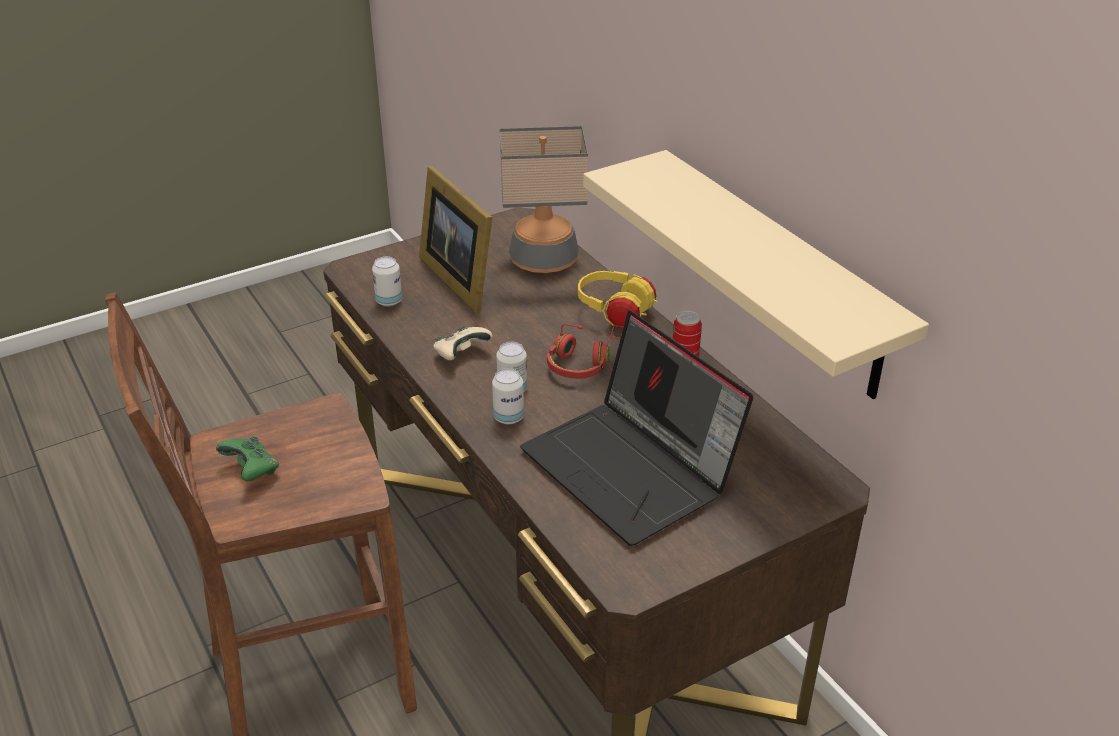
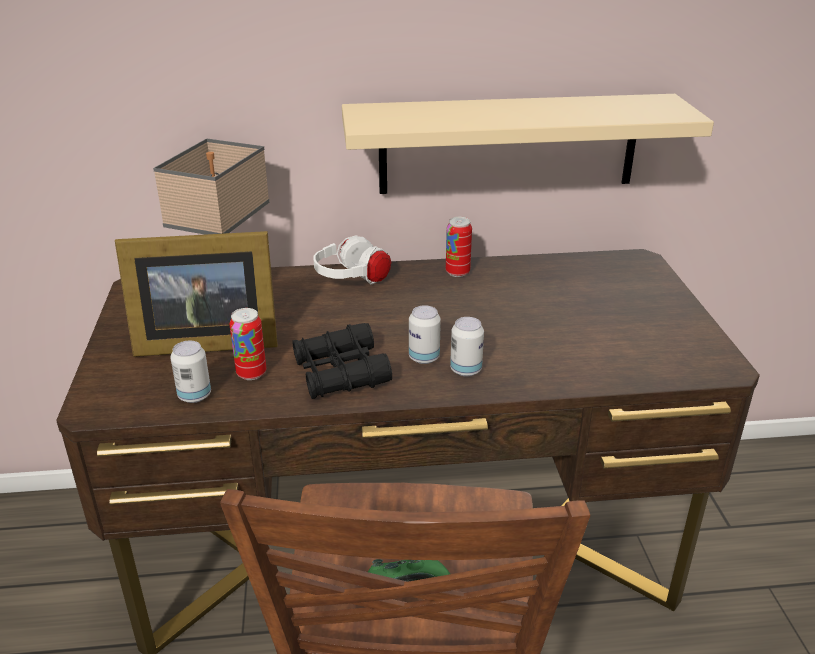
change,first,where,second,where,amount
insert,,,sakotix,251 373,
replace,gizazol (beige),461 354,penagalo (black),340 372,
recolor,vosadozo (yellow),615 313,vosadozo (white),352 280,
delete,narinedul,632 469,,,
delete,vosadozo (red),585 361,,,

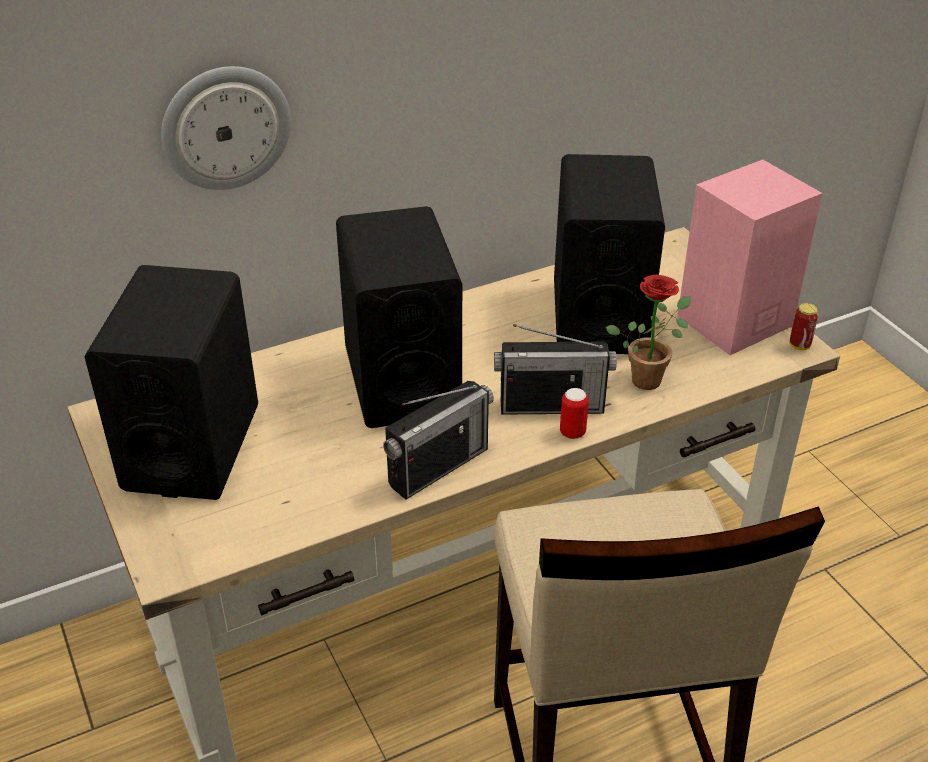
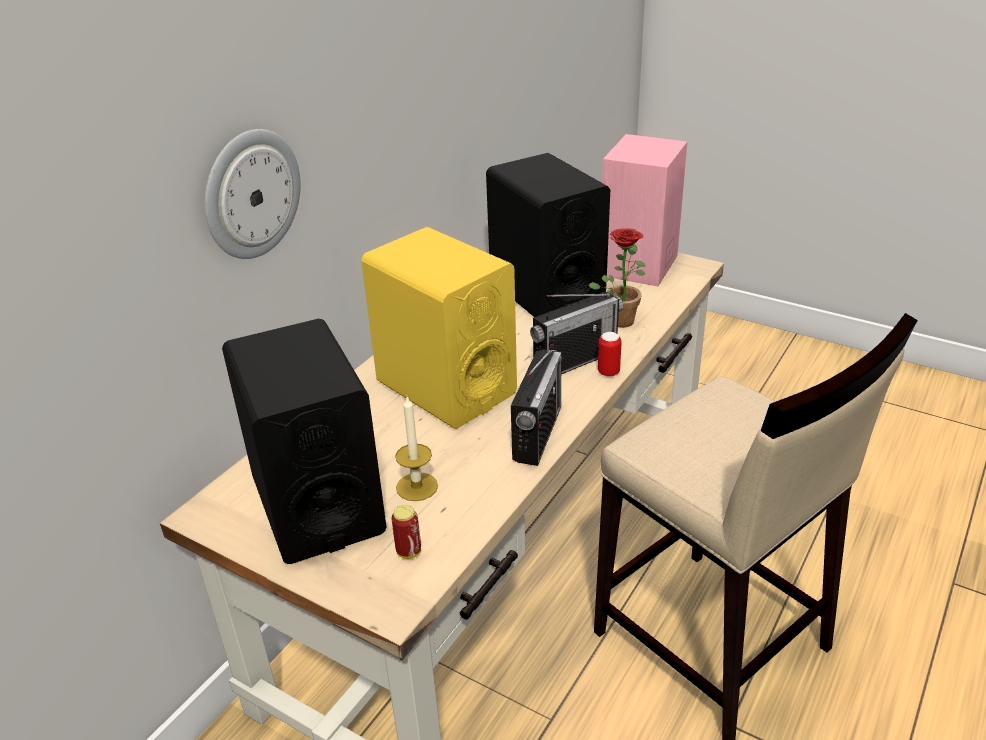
change,first,where,second,where,amount
recolor,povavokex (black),401 380,povavokex (yellow),445 387,
move,sakotix,799 345,,408 552,
insert,,,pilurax,417 486,

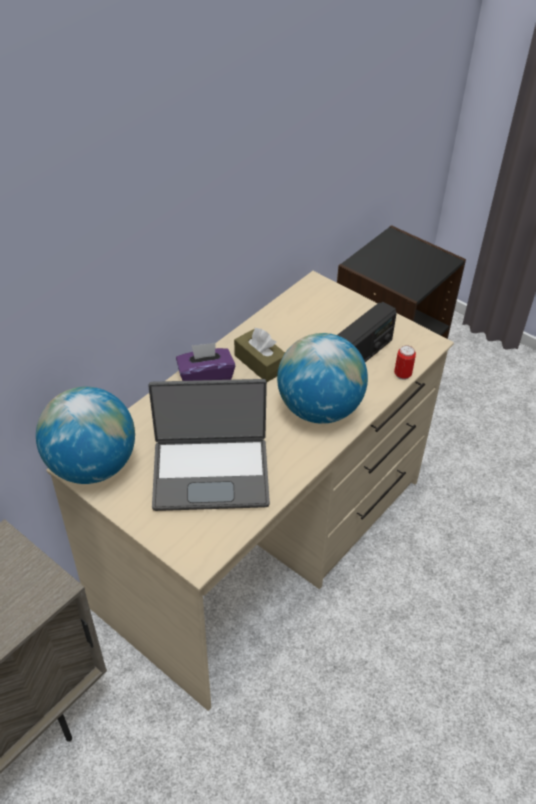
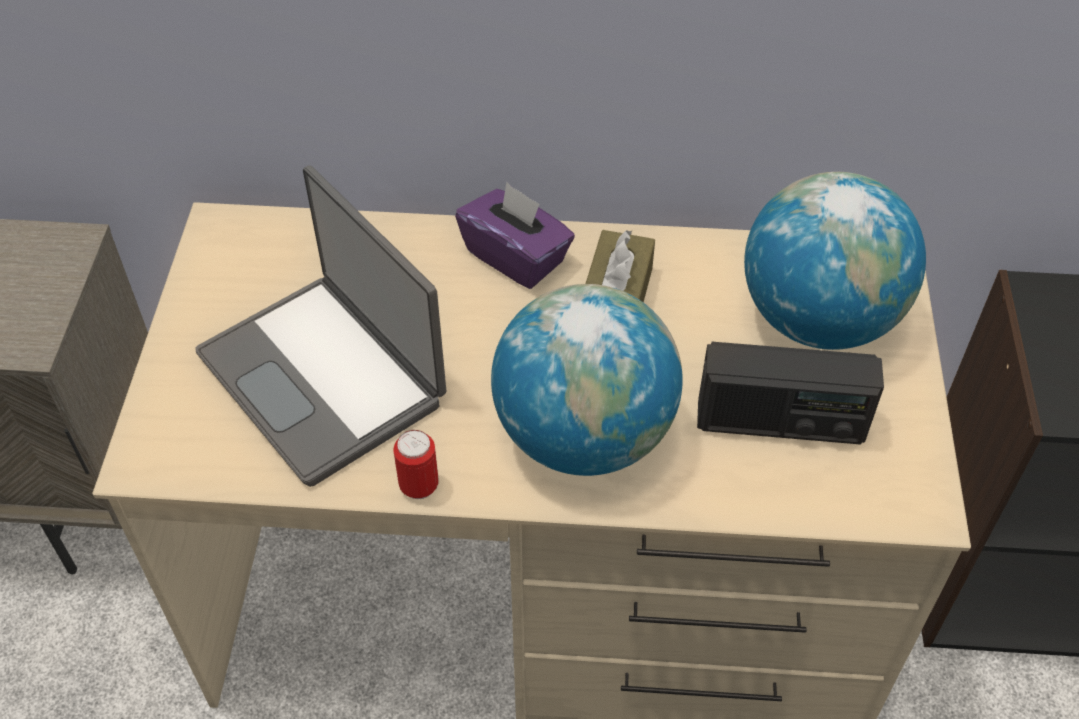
change,first,where,second,where,amount
move,sakotix,402 375,,419 486,
move,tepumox,92 466,,818 319,

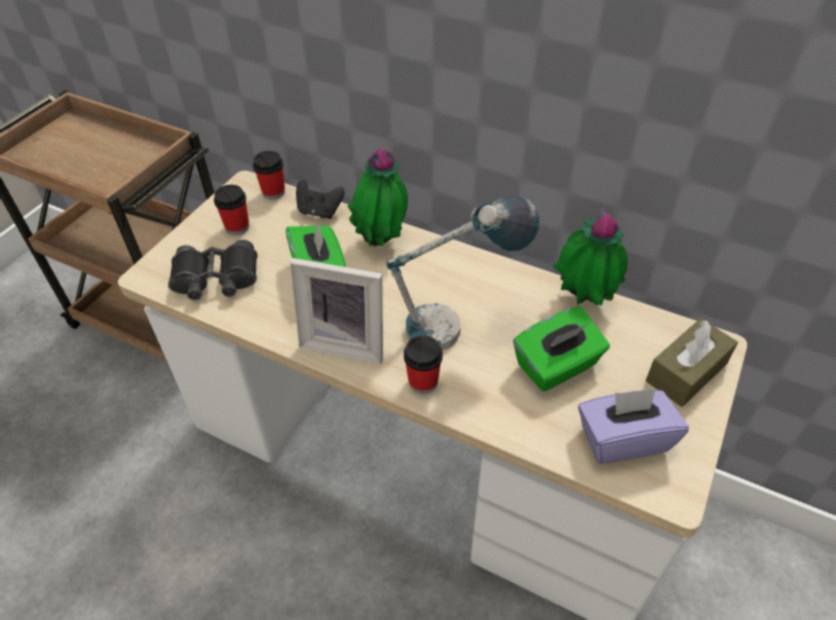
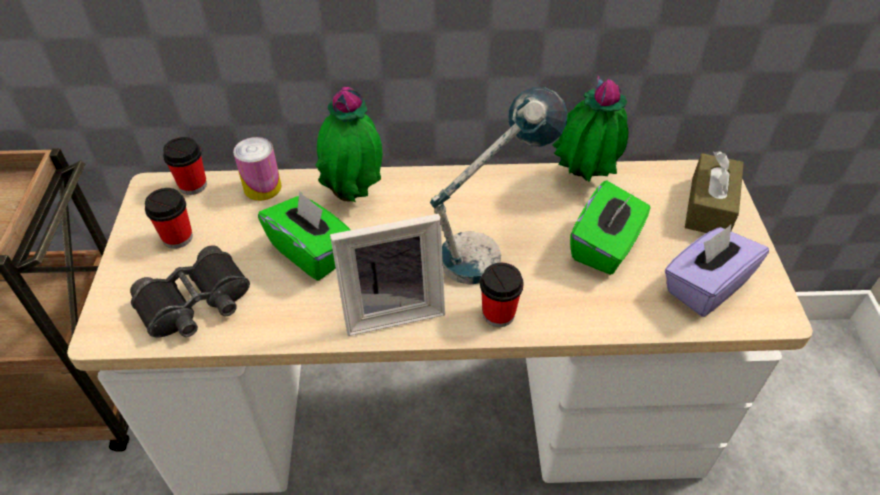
change,first,where,second,where,amount
replace,gizazol (black),319 211,sakotix,262 187,

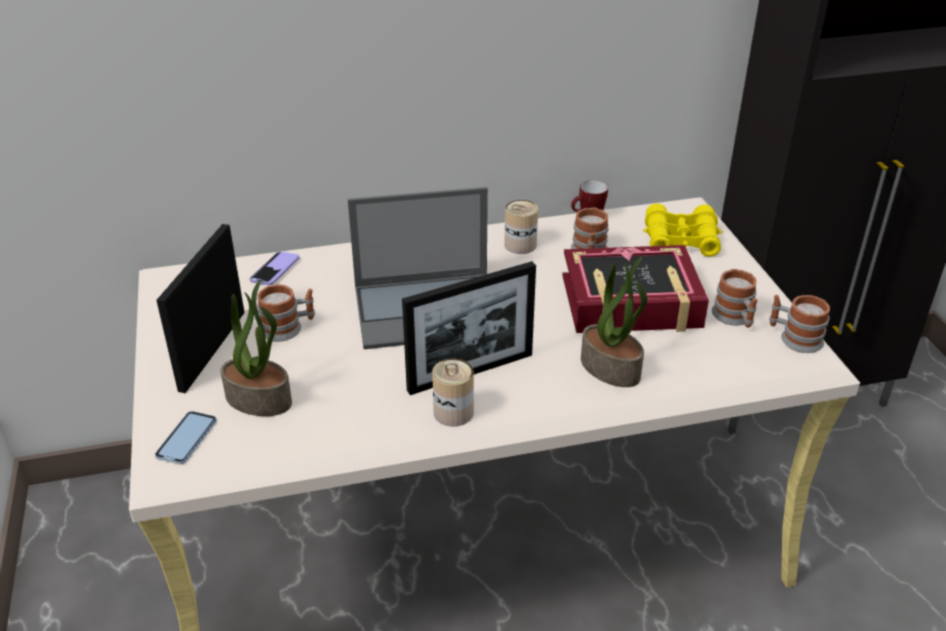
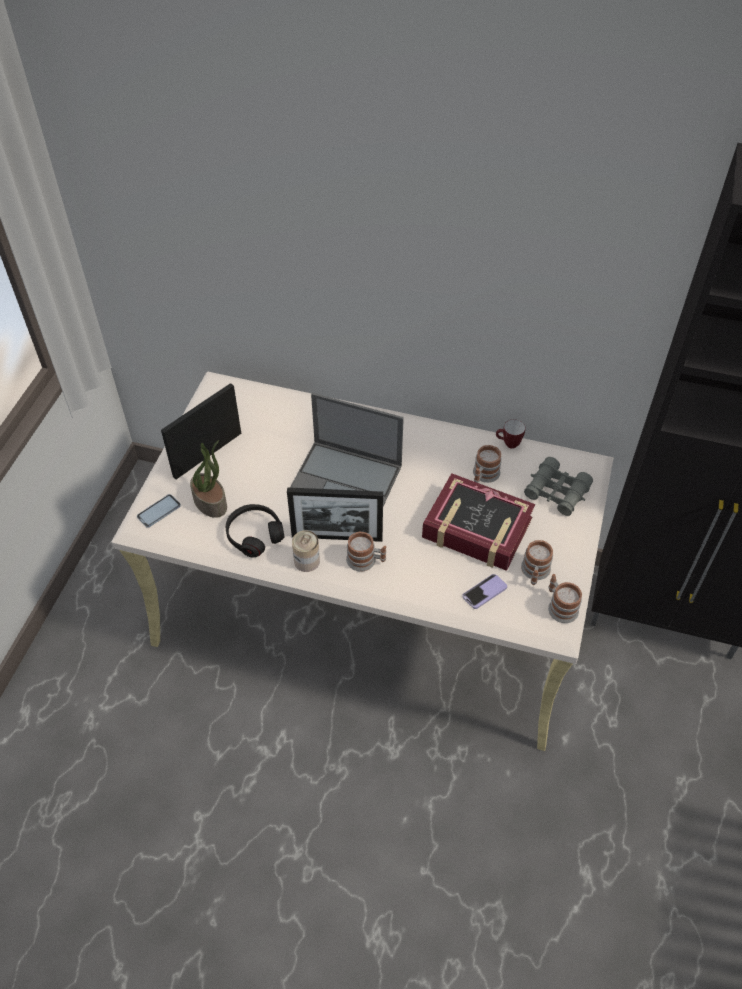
change,first,where,second,where,amount
insert,,,vosadozo (black),254 534,
move,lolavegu,288 328,,366 560,
move,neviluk,275 270,,484 592,
recolor,penagalo (yellow),681 240,penagalo (grey),556 492,
delete,sakotix,520 245,,,
delete,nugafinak,611 368,,,

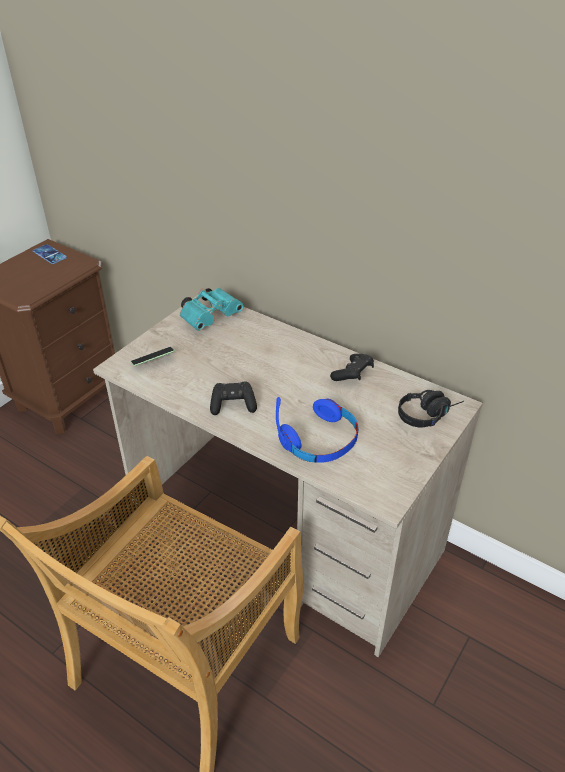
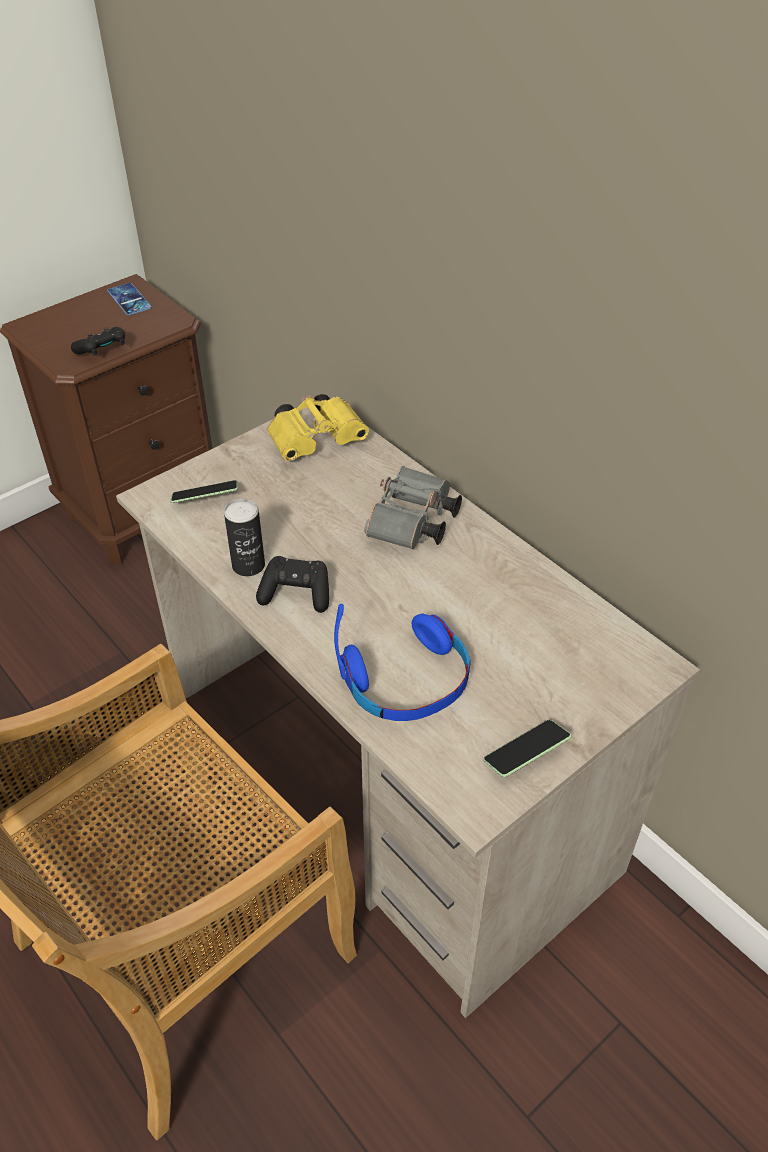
change,first,where,second,where,amount
move,gizazol (black),353 375,,103 351,
insert,,,sakotix,248 565,
recolor,penagalo (turquoise),212 317,penagalo (yellow),319 440,
insert,,,penagalo (grey),412 525,
insert,,,neviluk,526 755,
delete,vosadozo (black),428 414,,,

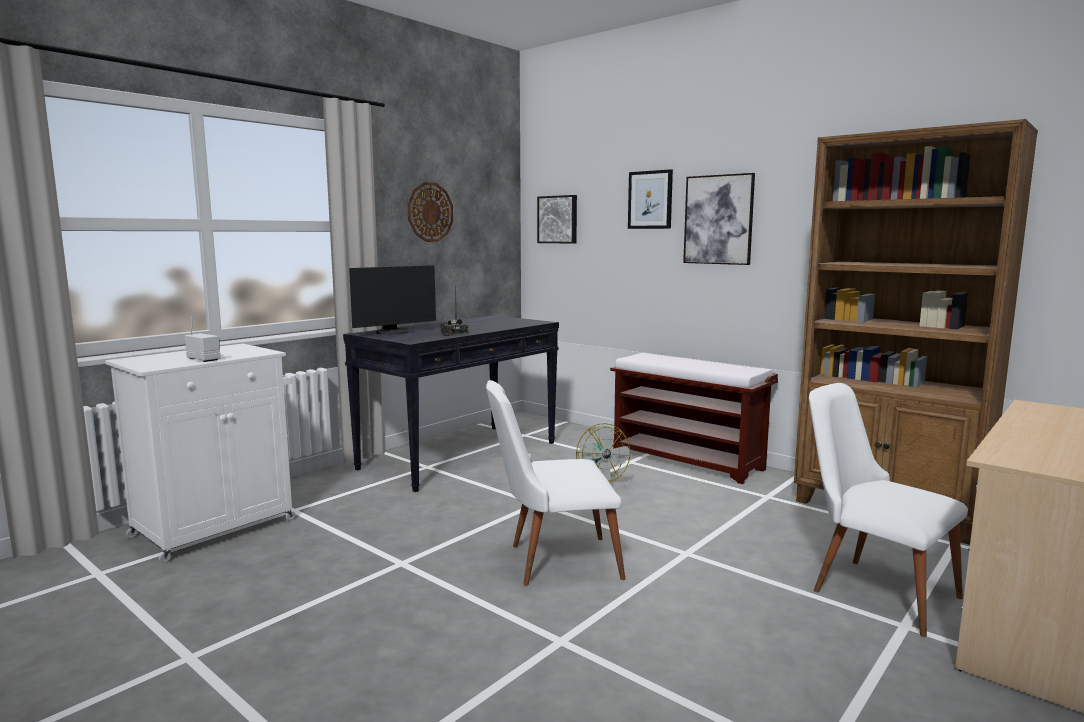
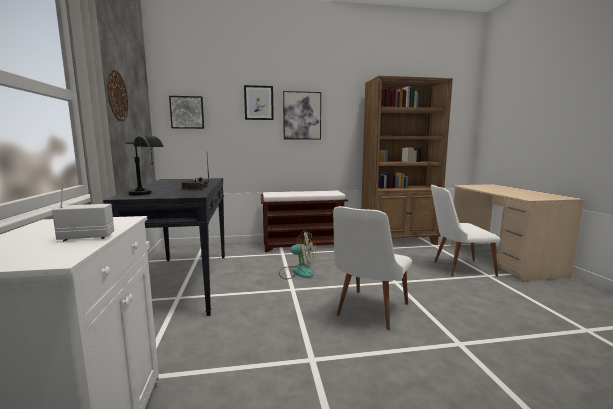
change,first,where,second,where,amount
replace,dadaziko,394 332,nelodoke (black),147 193,

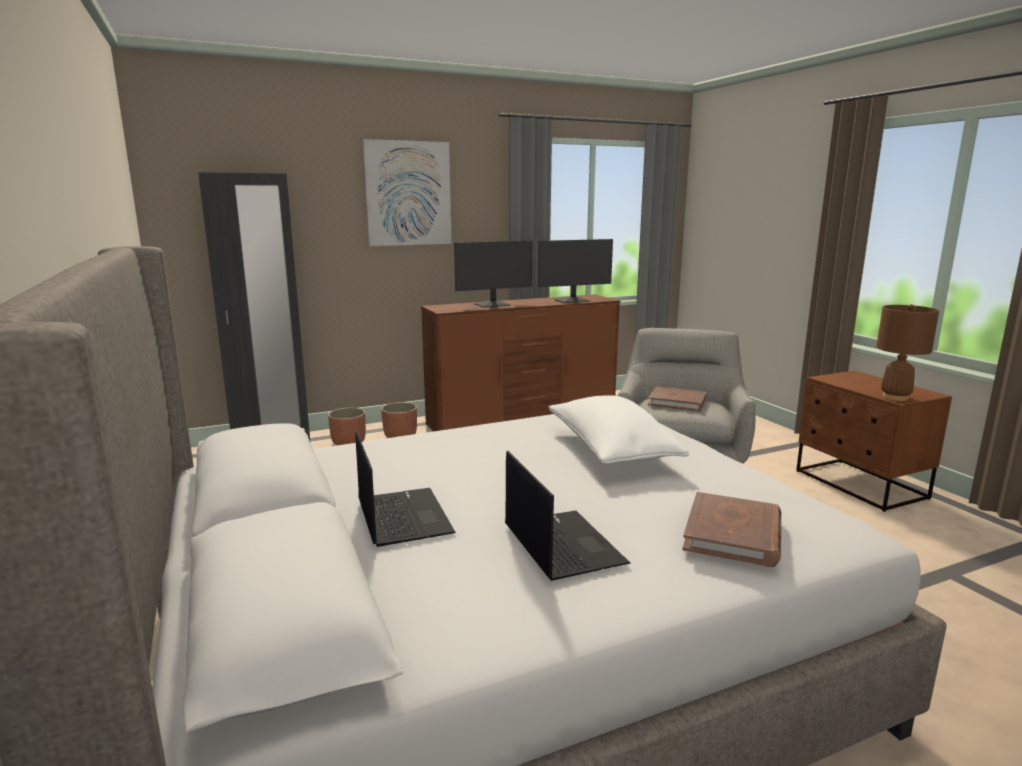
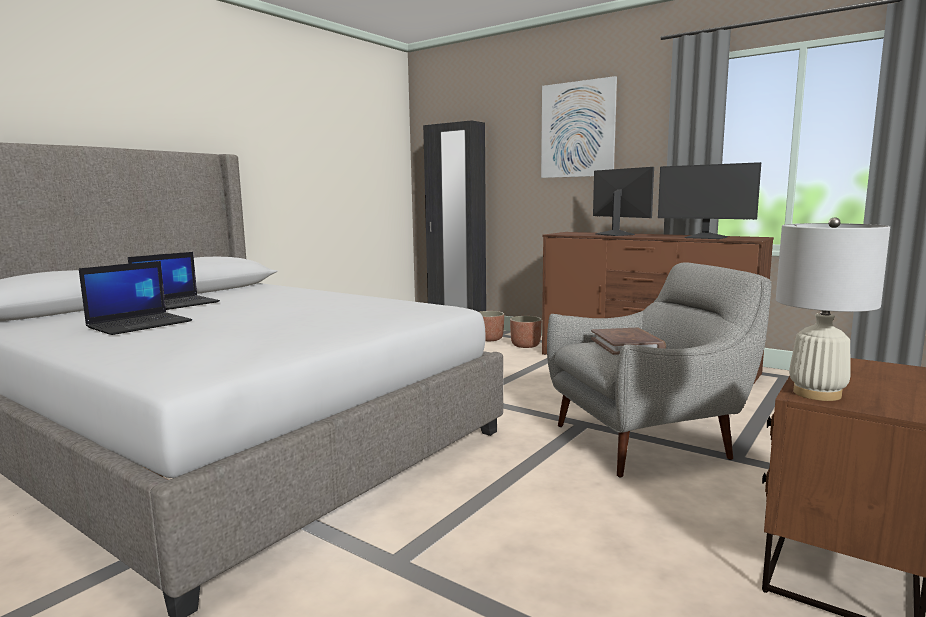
change,first,where,second,where,amount
rotate,dadaziko,492 305,,615 234,150 degrees counterclockwise
recolor,nelodoke (brown),895 397,nelodoke (white),817 394,
delete,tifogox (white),610 450,,,
delete,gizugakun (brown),733 534,,,

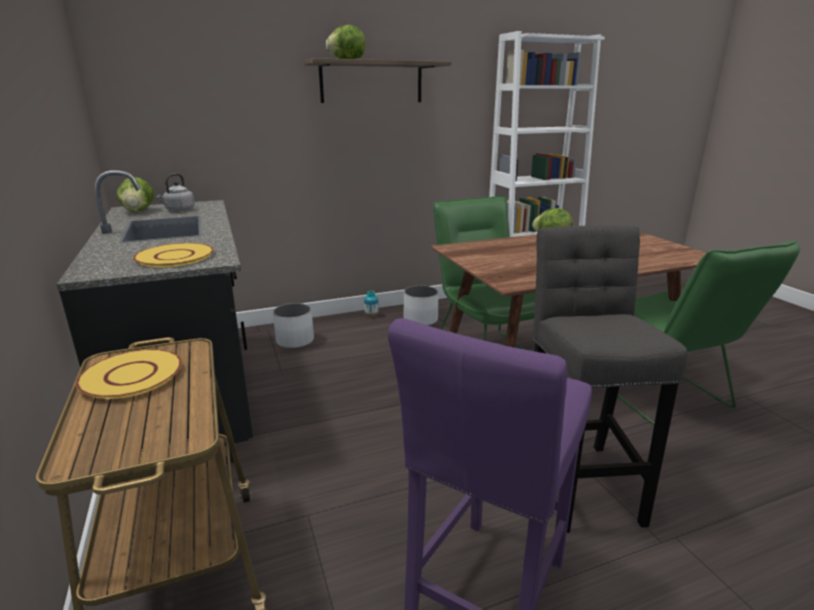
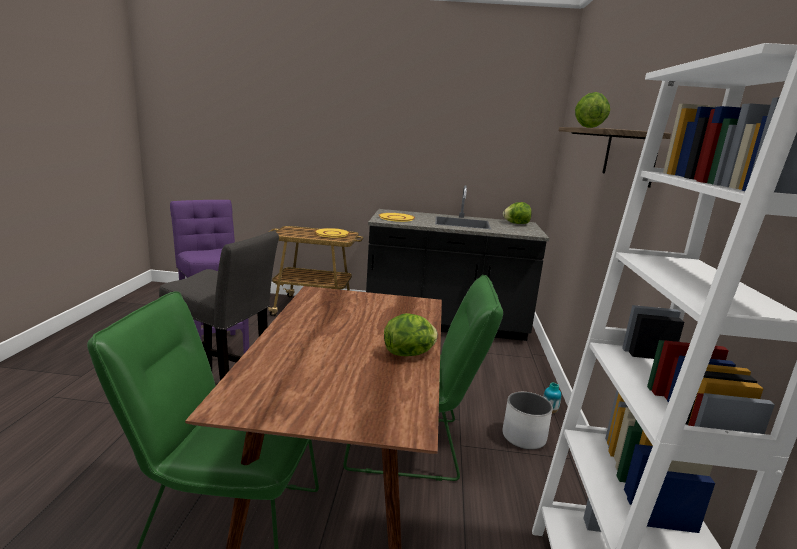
change,first,where,second,where,amount
delete,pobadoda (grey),179 210,,,
delete,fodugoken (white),295 341,,,

